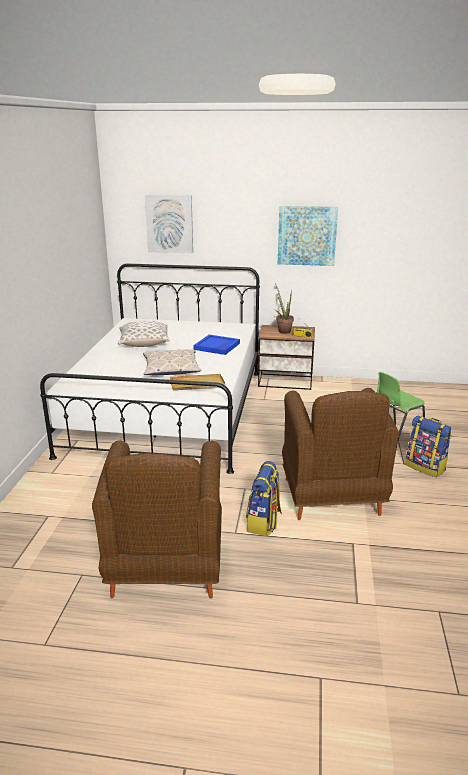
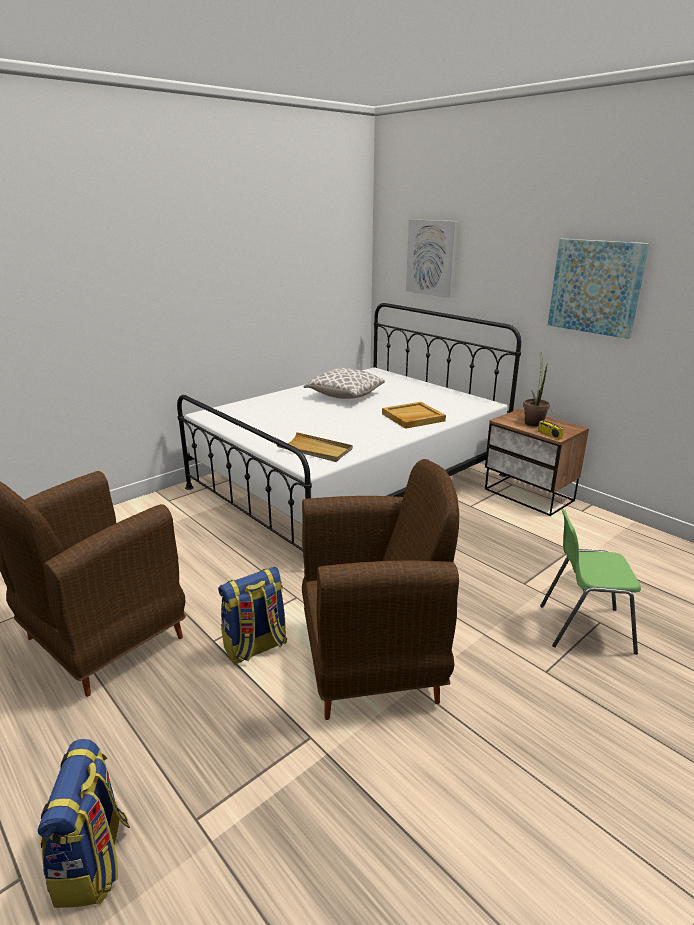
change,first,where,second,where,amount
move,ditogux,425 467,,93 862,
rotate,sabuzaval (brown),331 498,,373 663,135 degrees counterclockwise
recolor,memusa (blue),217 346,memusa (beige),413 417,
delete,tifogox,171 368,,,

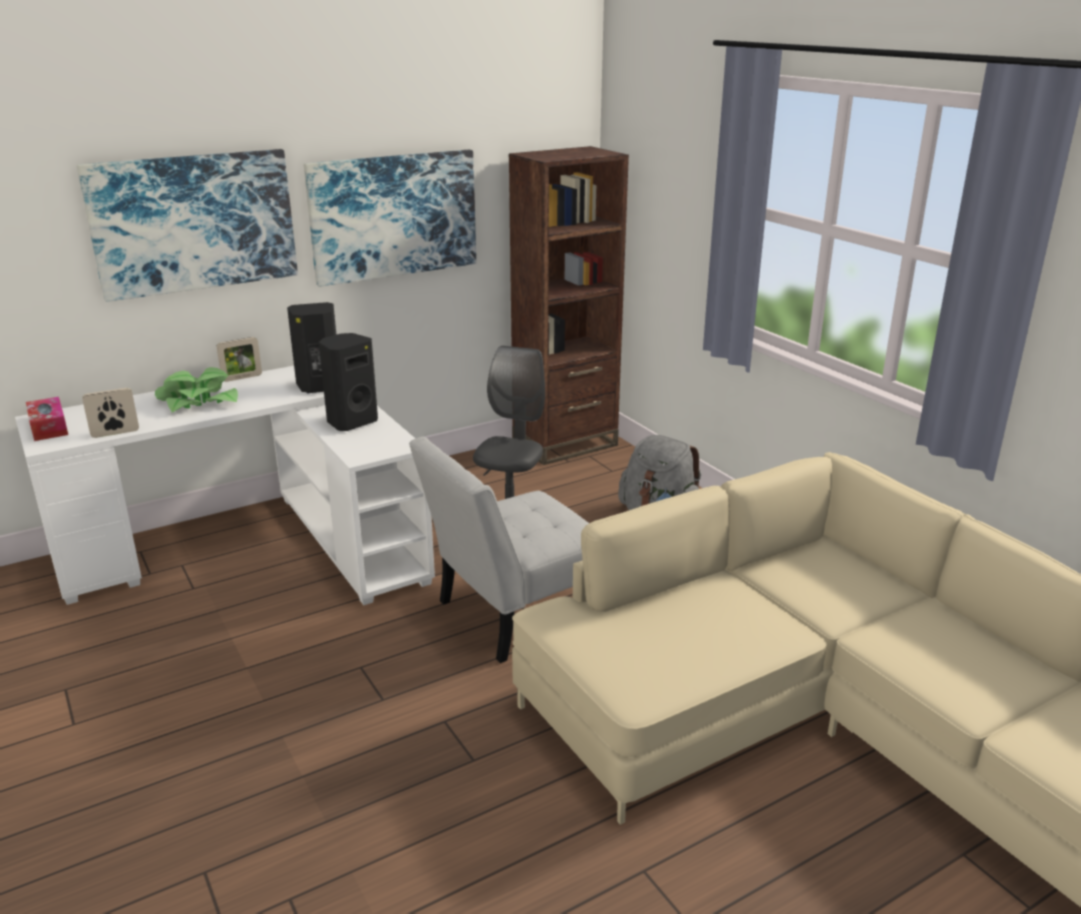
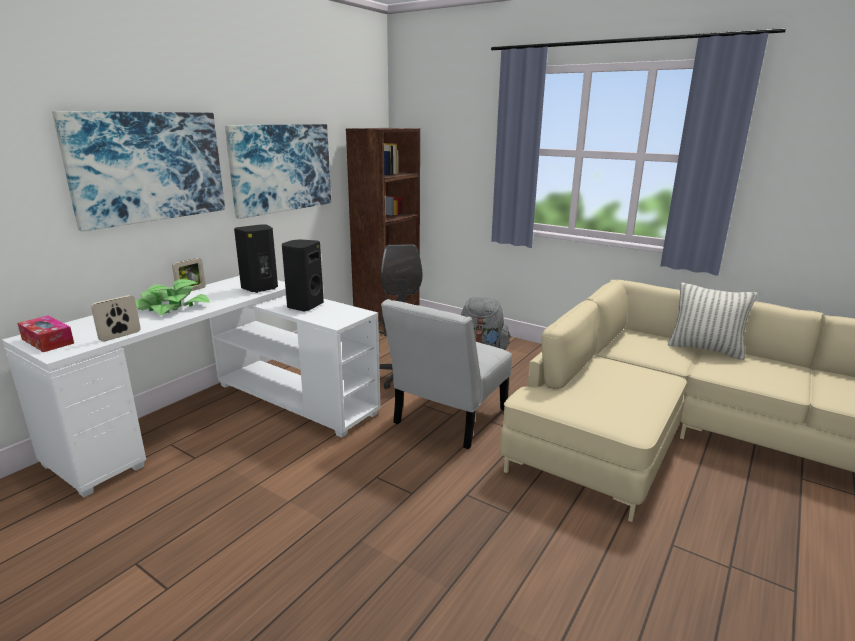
change,first,where,second,where,amount
insert,,,tifogox,705 349,

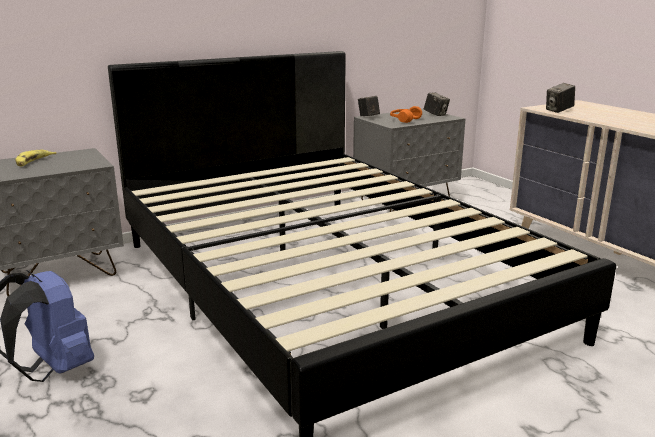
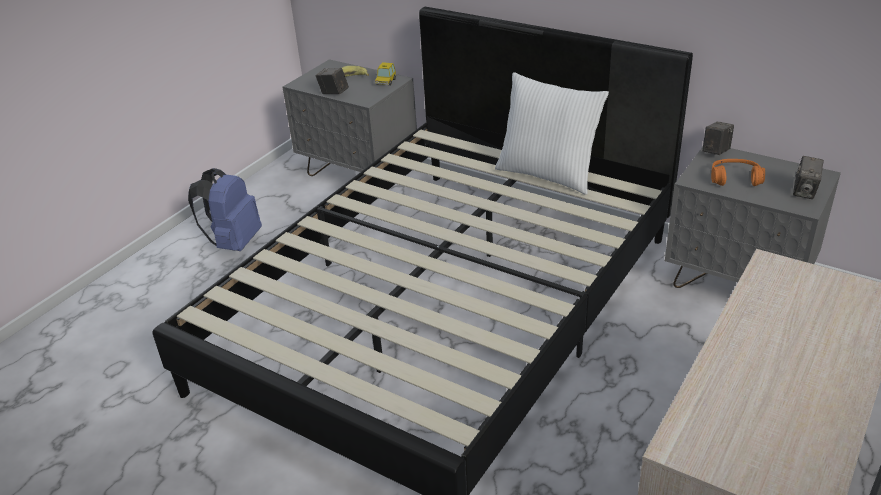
change,first,where,second,where,amount
move,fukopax,559 111,,333 93,
insert,,,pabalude,385 81,
insert,,,tifogox (white),548 174,

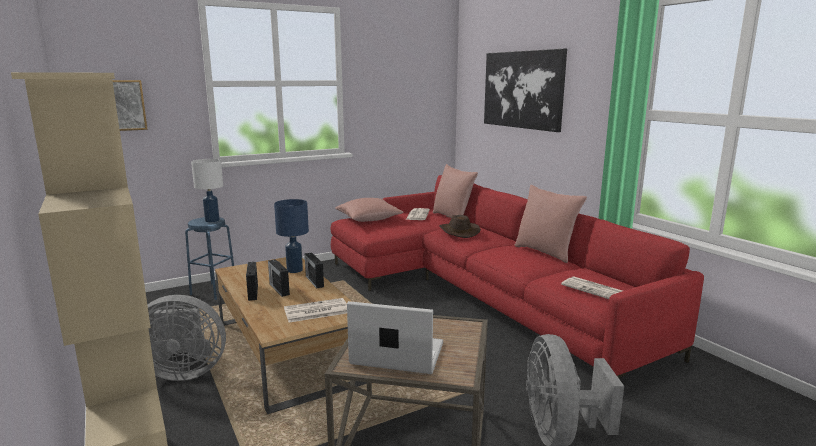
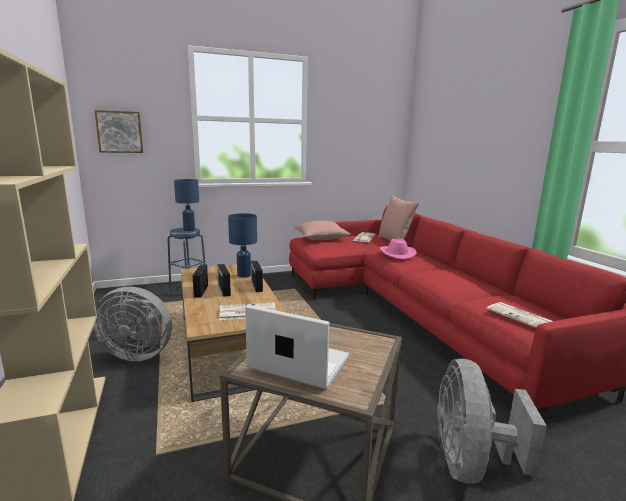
change,first,where,second,where,amount
recolor,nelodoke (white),212 220,nelodoke (blue),189 230,
recolor,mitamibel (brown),458 231,mitamibel (pink),396 253,
delete,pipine,523 89,,,
delete,tifogox (pink),545 252,,,

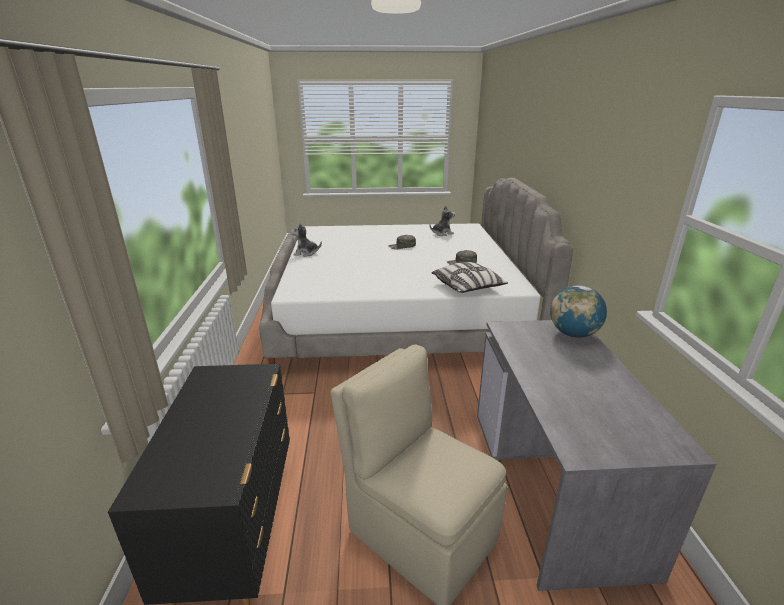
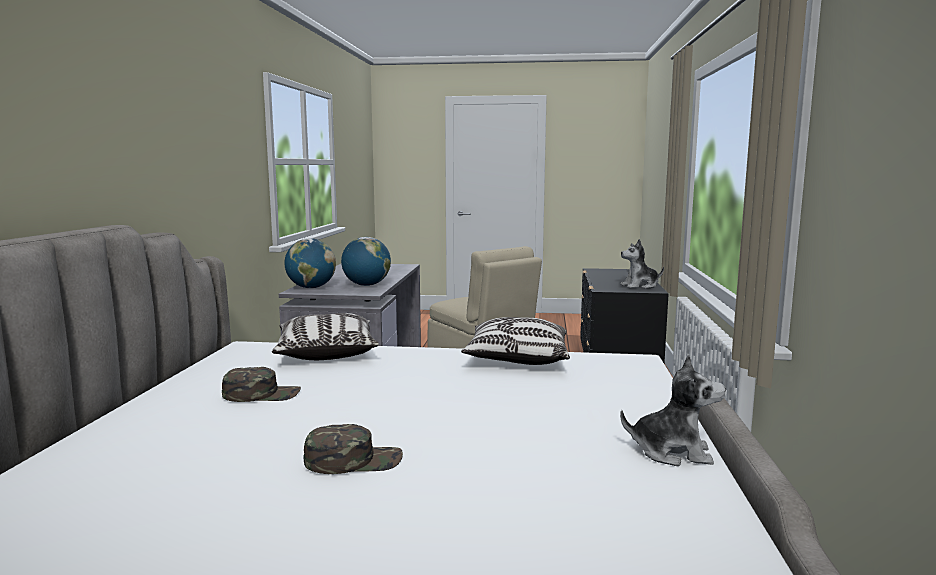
change,first,where,second,where,amount
insert,,,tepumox,366 285,
insert,,,tifogox,517 359,
move,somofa,442 233,,640 286,

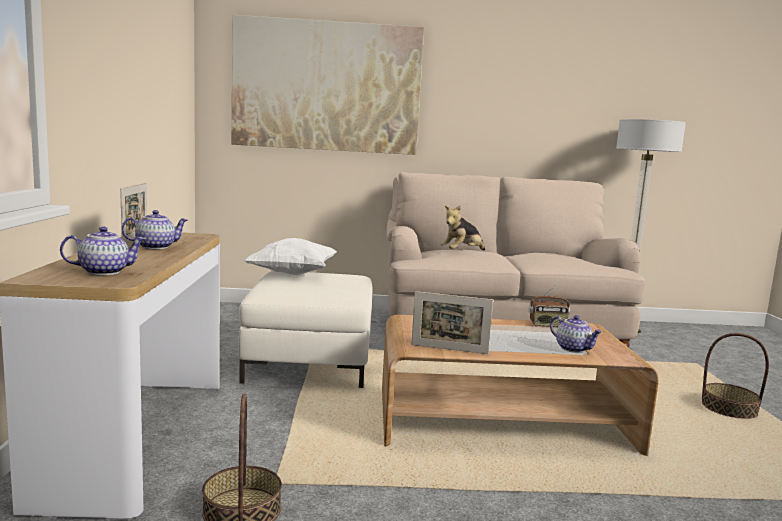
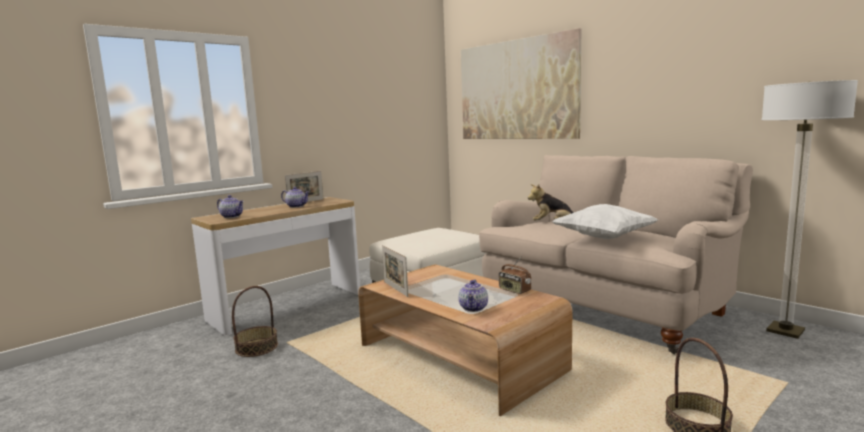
change,first,where,second,where,amount
move,tifogox (white),292 274,,603 238,

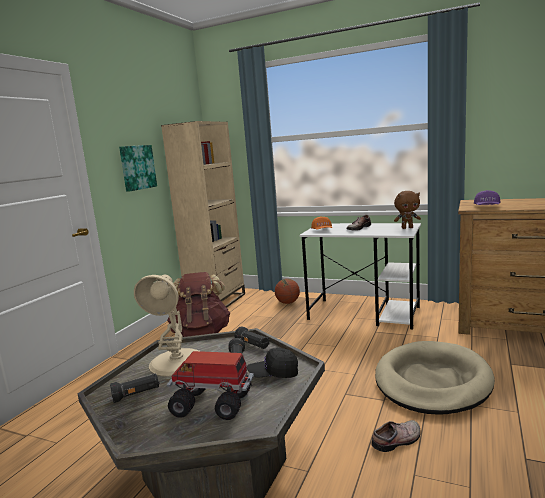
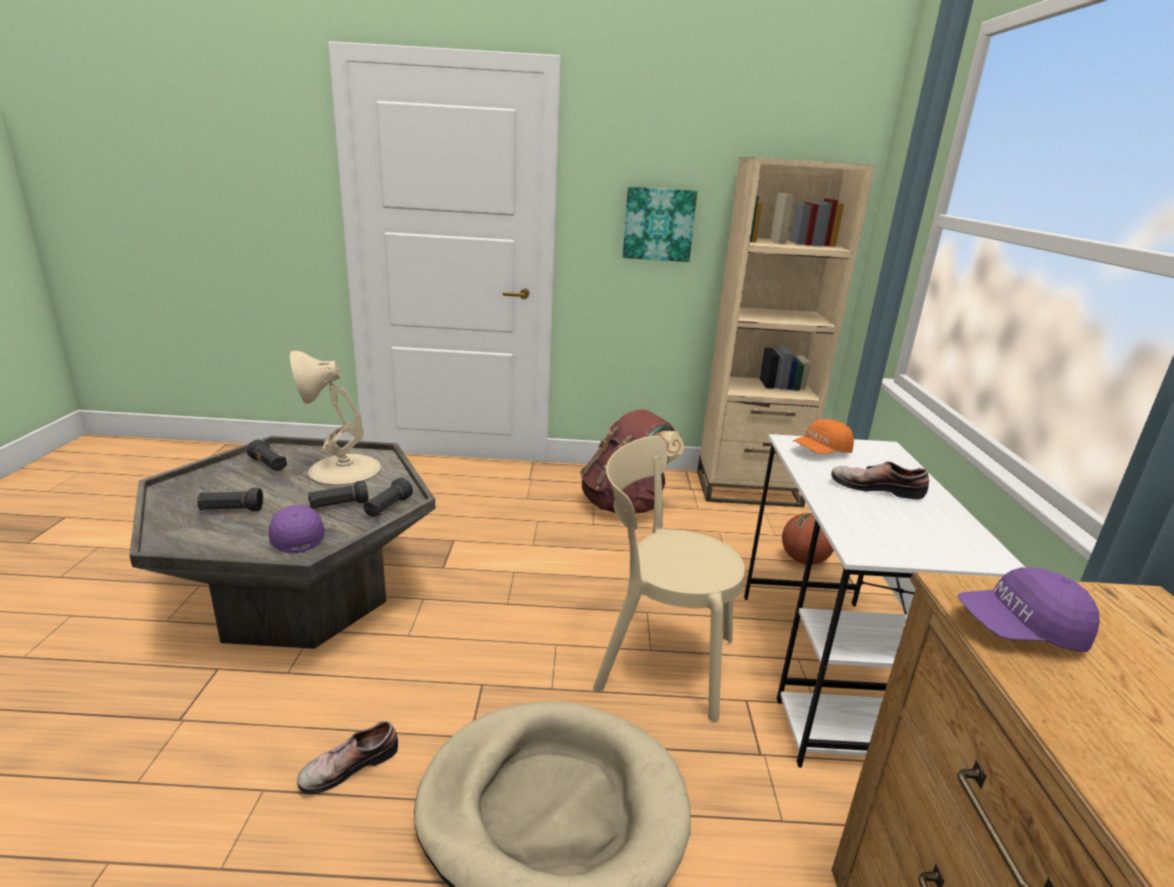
change,first,where,second,where,amount
replace,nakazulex,214 404,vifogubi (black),231 510,
recolor,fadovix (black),273 374,fadovix (purple),296 536,
rotate,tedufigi,398 441,,348 764,105 degrees clockwise
insert,,,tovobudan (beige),658 661,
delete,somofa (brown),407 228,,,

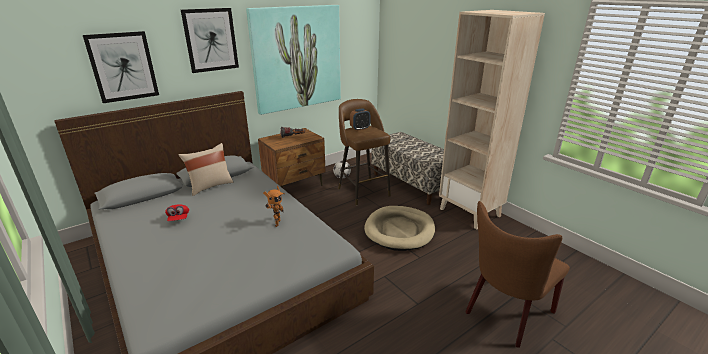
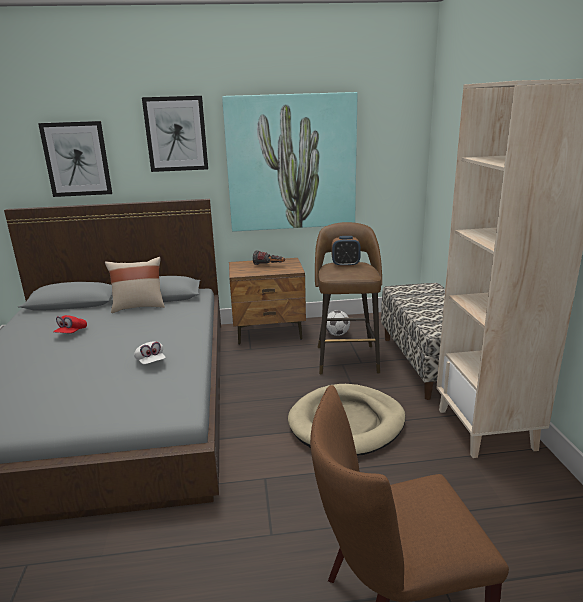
change,first,where,second,where,amount
replace,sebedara,276 223,fadovix (white),150 362,

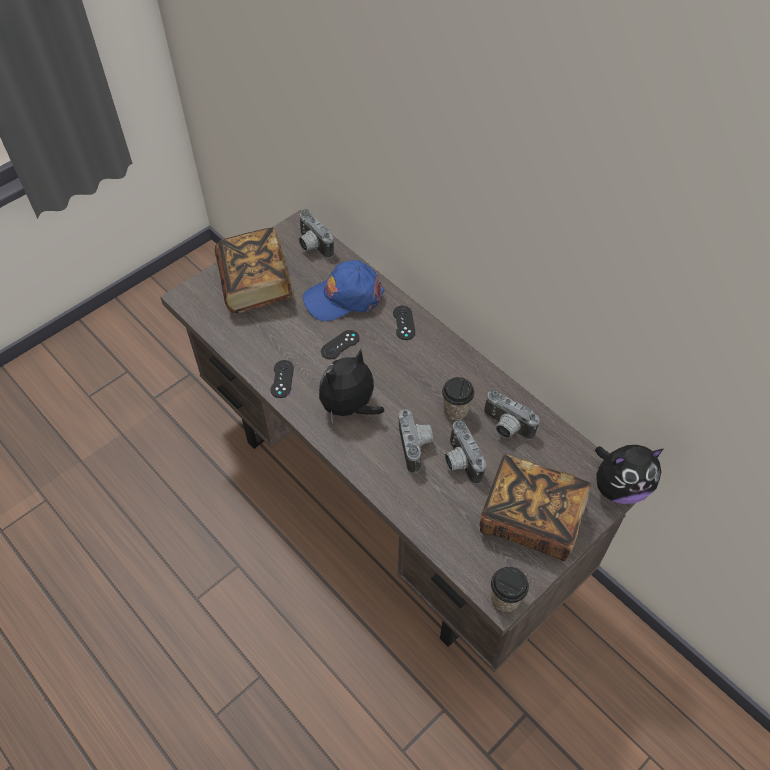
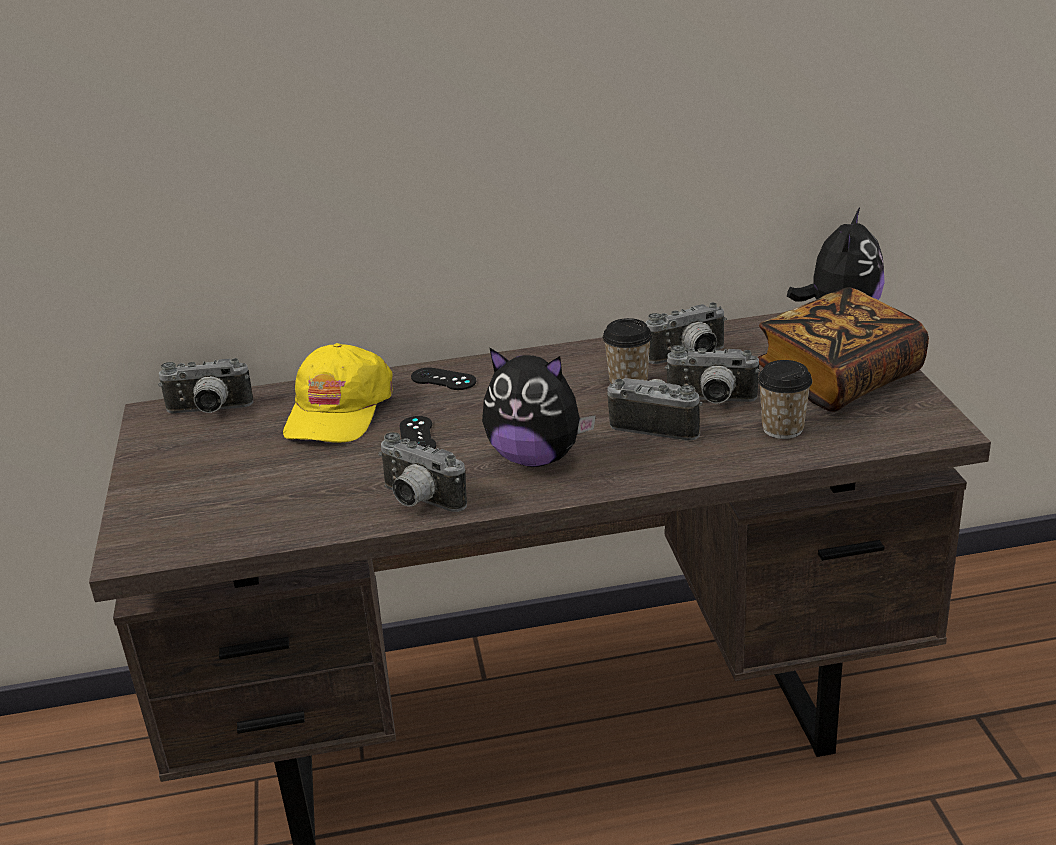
change,first,where,second,where,amount
recolor,fadovix (blue),344 297,fadovix (yellow),338 411,
replace,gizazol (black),282 379,fukopax,418 501,
rotate,somofa,350 407,,536 458,60 degrees counterclockwise
move,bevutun,505 599,,782 429,
delete,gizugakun,255 284,,,

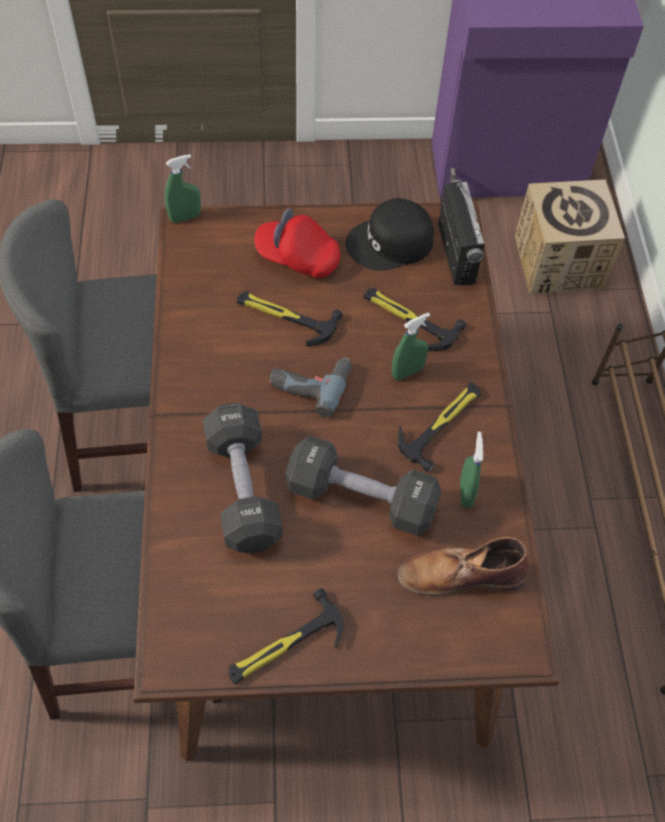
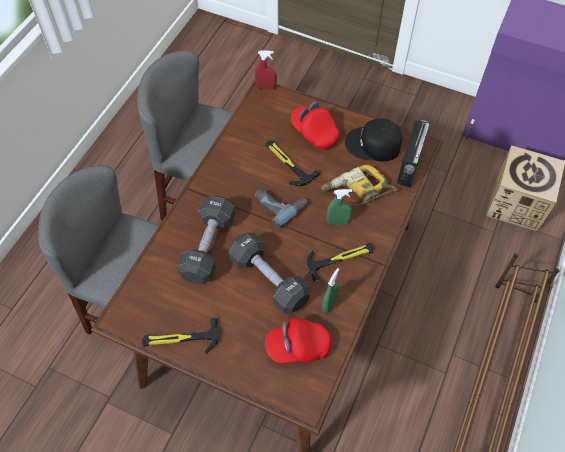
change,first,where,second,where,amount
recolor,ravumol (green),185 217,ravumol (red),266 87,
replace,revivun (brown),460 574,fadovix (red),298 347,
replace,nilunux,409 319,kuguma,357 192,

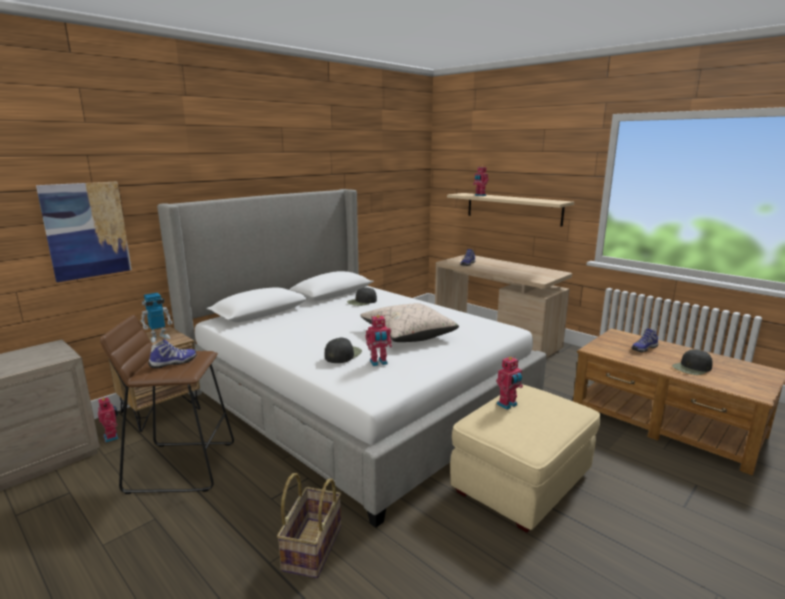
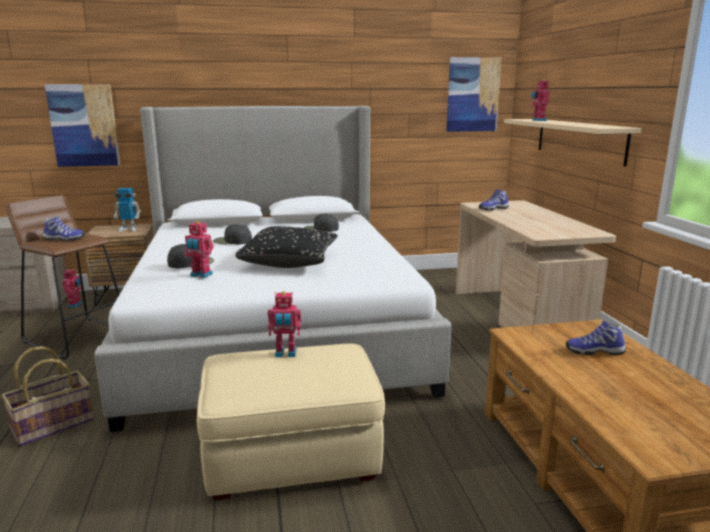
change,first,where,second,where,amount
move,fadovix (black),692 368,,232 241,
recolor,tifogox (beige),408 334,tifogox (black),290 262,
insert,,,pipine,473 95,

